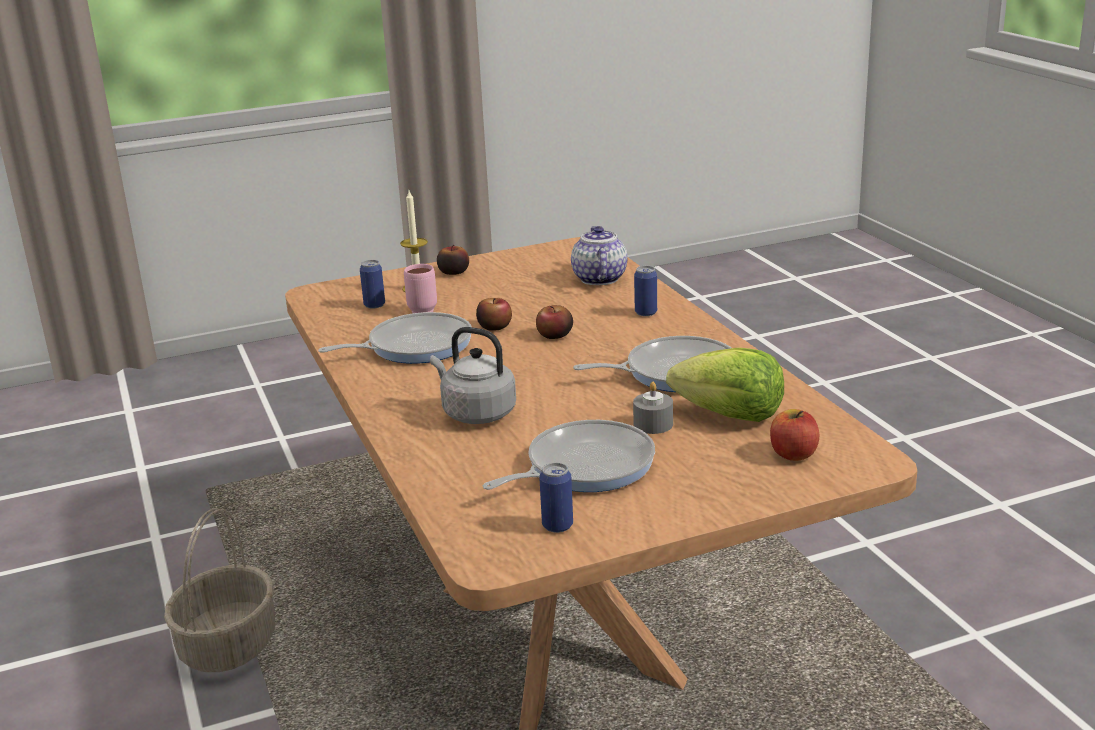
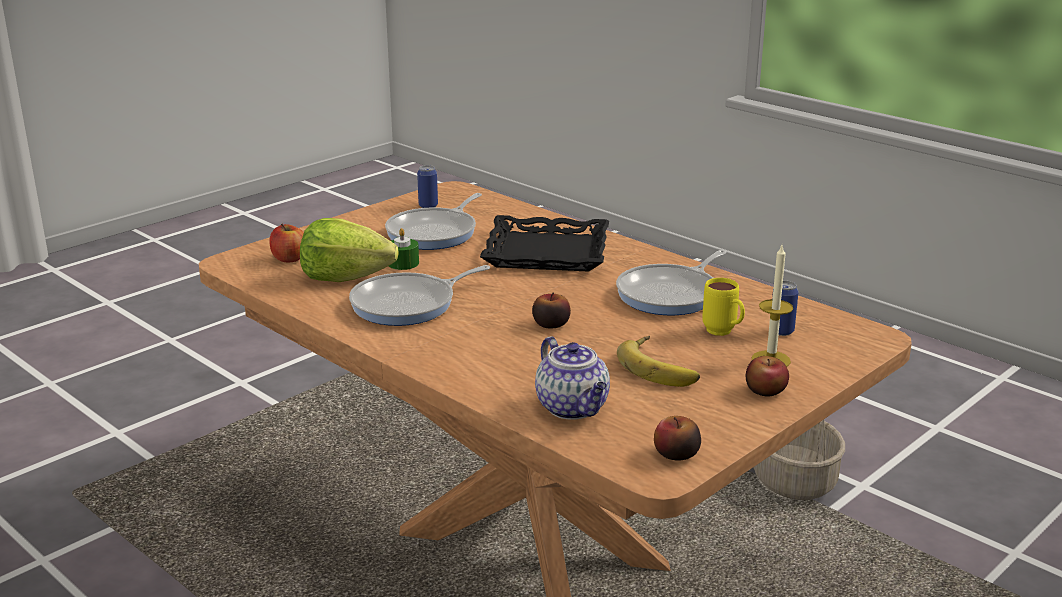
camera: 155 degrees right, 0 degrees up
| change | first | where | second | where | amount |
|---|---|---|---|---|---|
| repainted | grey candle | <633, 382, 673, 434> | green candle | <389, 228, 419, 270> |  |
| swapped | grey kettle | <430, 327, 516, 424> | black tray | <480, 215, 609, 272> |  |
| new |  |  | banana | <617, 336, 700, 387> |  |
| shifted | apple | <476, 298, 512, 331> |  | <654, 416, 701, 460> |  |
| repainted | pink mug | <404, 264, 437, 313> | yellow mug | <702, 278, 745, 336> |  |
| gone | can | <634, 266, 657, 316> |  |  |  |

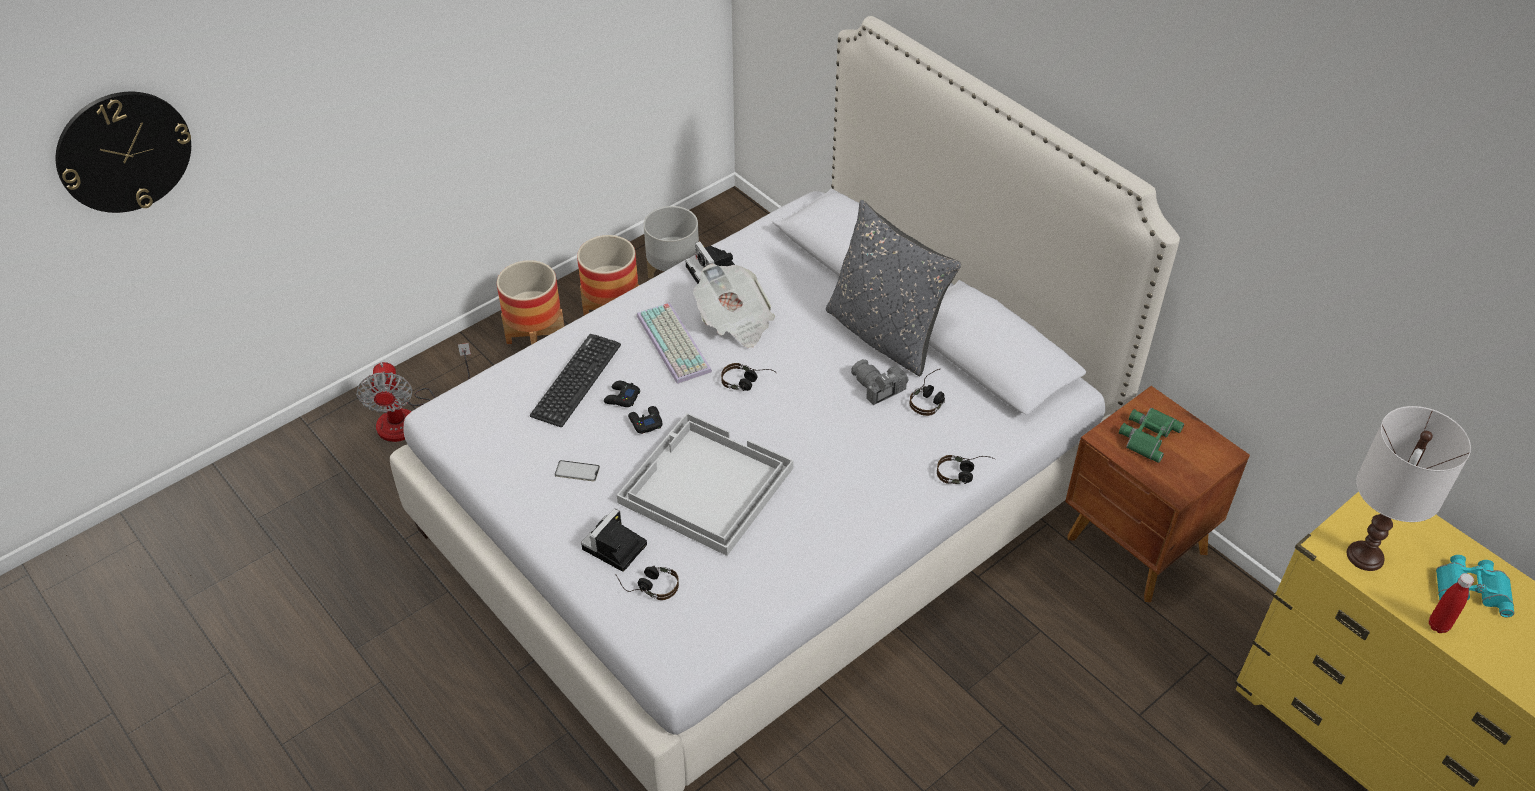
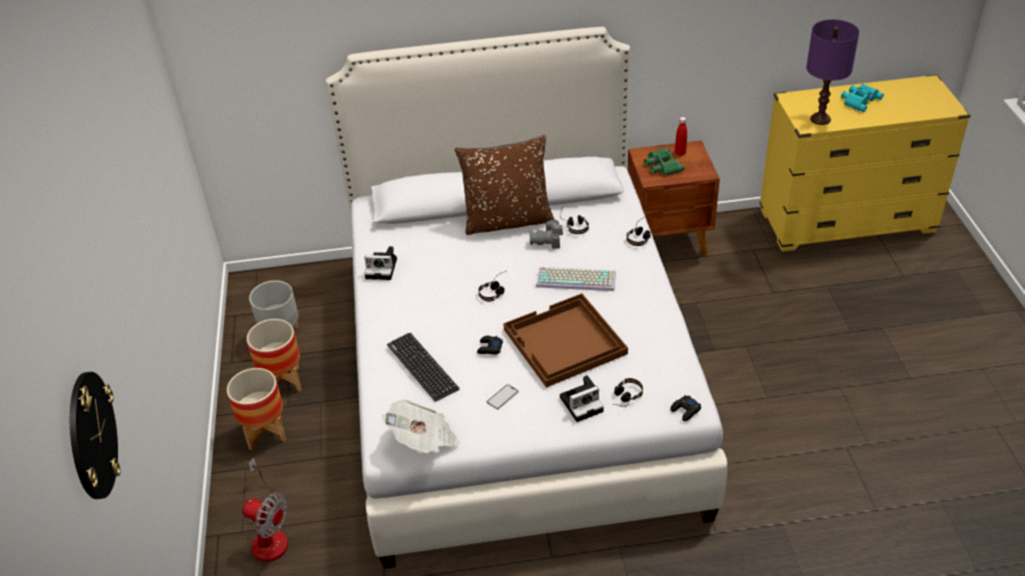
camera: 55 degrees left, 5 degrees down
| change | first | where | second | where | amount |
|---|---|---|---|---|---|
| shifted | newspaper | <693, 264, 775, 348> |  | <382, 400, 459, 454> |  |
| repainted | grey pillow | <826, 199, 961, 376> | brown pillow | <455, 135, 554, 235> |  |
| repainted | white tray | <617, 413, 794, 556> | brown tray | <503, 293, 628, 388> |  |
| shifted | keyboard | <637, 302, 712, 384> |  | <536, 267, 616, 291> |  |
| rotated | photo camera | <581, 508, 647, 572> |  | <560, 375, 604, 422> | 90 degrees counterclockwise |
| shifted | black game controller | <604, 381, 640, 407> |  | <670, 395, 701, 421> |  |
| shifted | red bottle | <1429, 573, 1474, 633> |  | <675, 117, 687, 156> |  |
| repainted | white table lamp | <1347, 406, 1471, 571> | purple table lamp | <806, 19, 859, 125> |  |

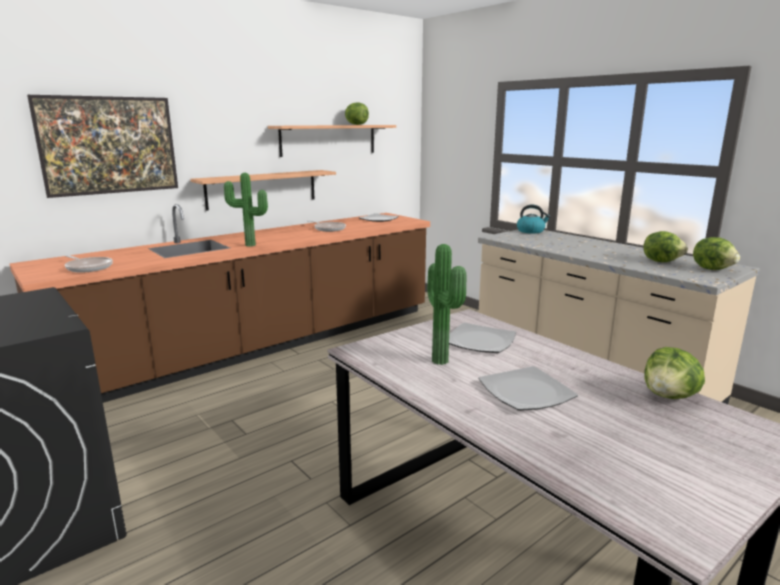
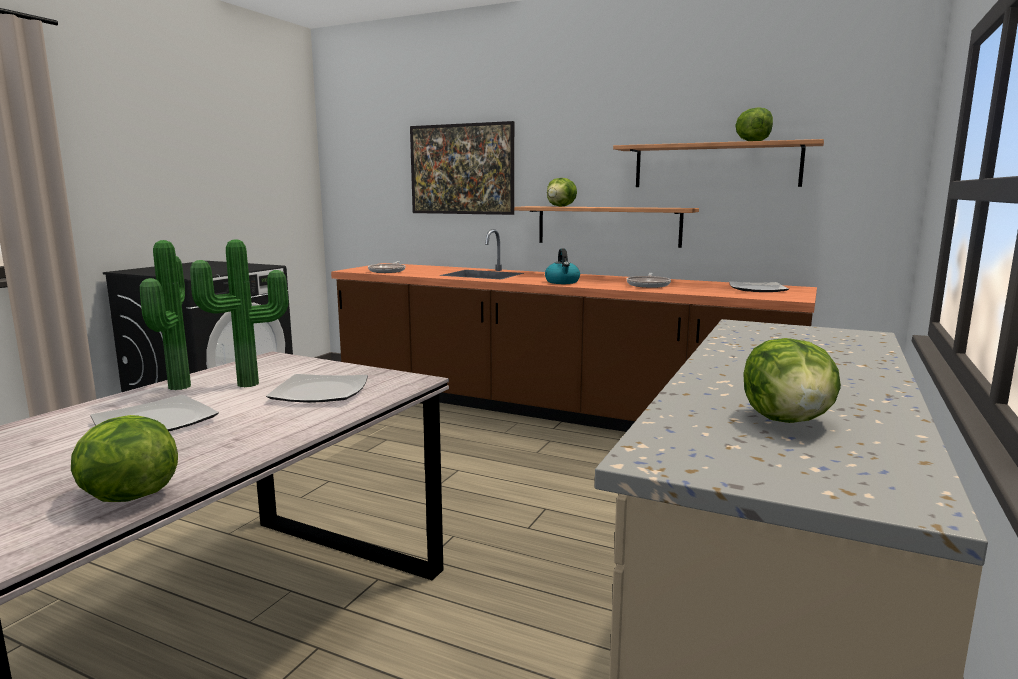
camera: 65 degrees right, 5 degrees down
| change | first | where | second | where | amount |
|---|---|---|---|---|---|
| shifted | potted plant | <224, 173, 268, 247> |  | <140, 240, 191, 390> |  |
| shifted | kettle | <517, 204, 551, 233> |  | <545, 249, 580, 284> |  |
| shifted | lettuce | <693, 237, 740, 270> |  | <547, 178, 577, 207> |  |

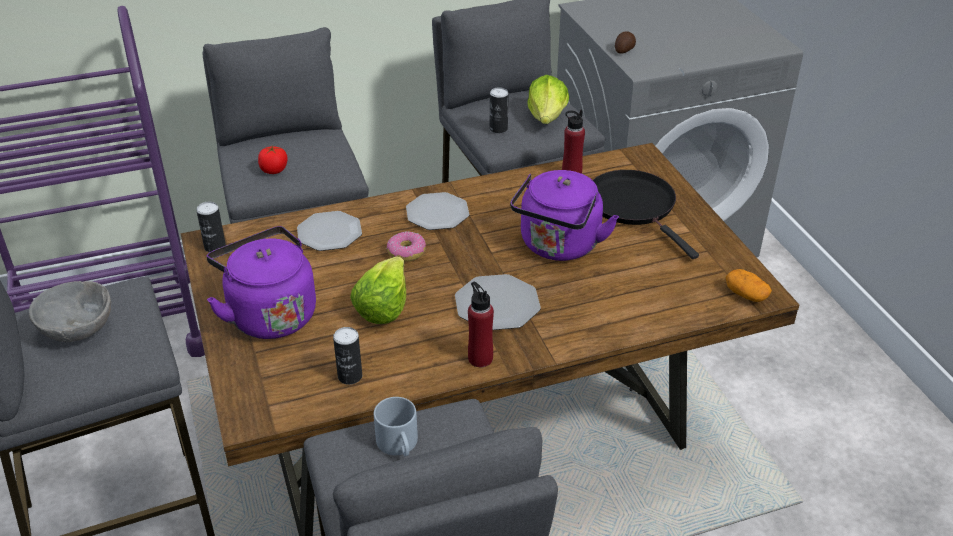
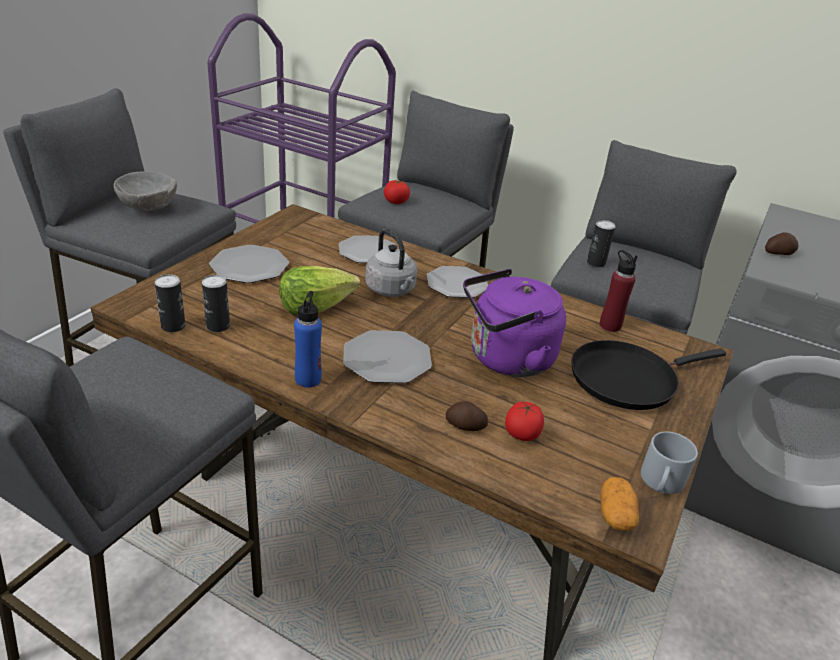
camera: 45 degrees right, 5 degrees down
| change | first | where | second | where | amount |
|---|---|---|---|---|---|
| shifted | can | <196, 202, 226, 252> |  | <155, 274, 186, 332> |  |
| swapped | purple kettle | <207, 226, 316, 339> | plate | <209, 245, 289, 283> |  |
| repainted | red bottle | <468, 282, 494, 367> | blue bottle | <294, 291, 322, 388> |  |
| swapped | donut | <387, 231, 426, 262> | grey kettle | <365, 229, 417, 297> |  |
| new |  |  | potato | <446, 401, 488, 431> |  |
| new |  |  | tomato | <505, 402, 544, 441> |  |
| rotated | black frying pan | <593, 170, 699, 259> |  | <571, 340, 726, 410> | 135 degrees counterclockwise |
| shifted | grey mug | <374, 397, 418, 456> |  | <641, 431, 698, 494> |  |
| gone | lettuce | <527, 75, 569, 124> |  |  |  |

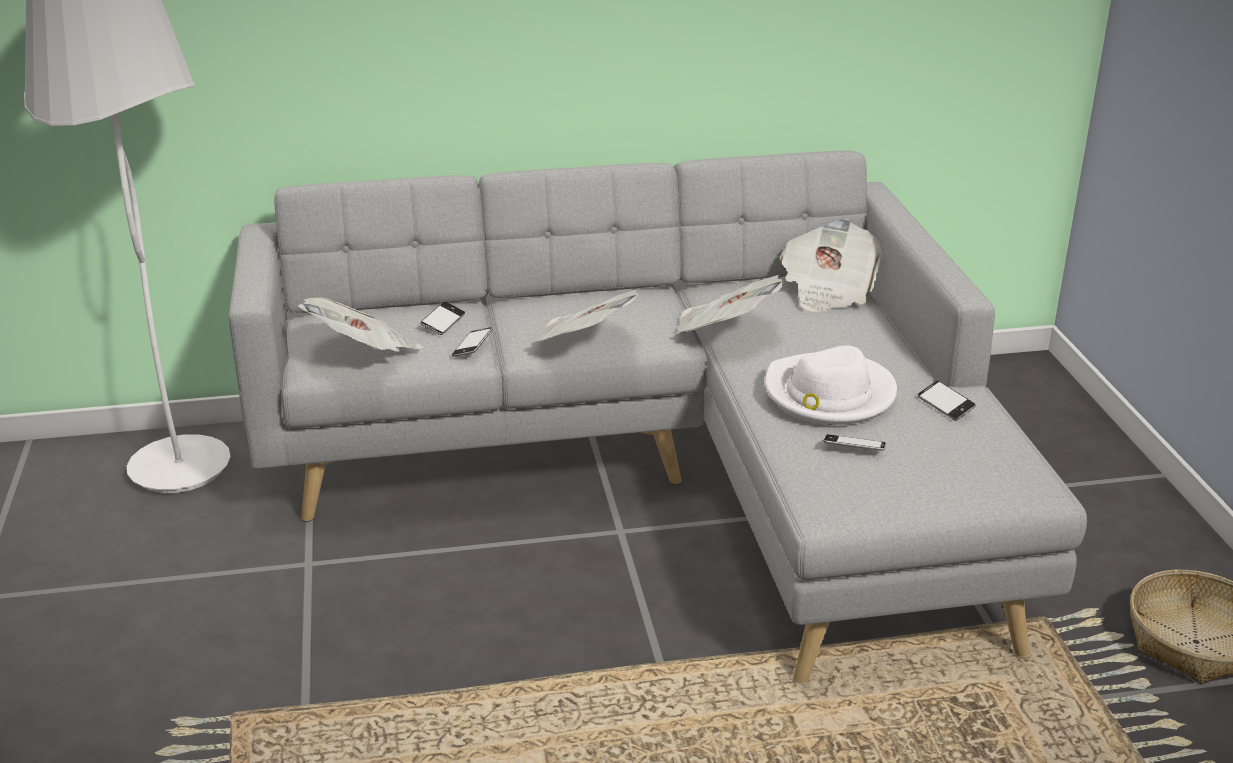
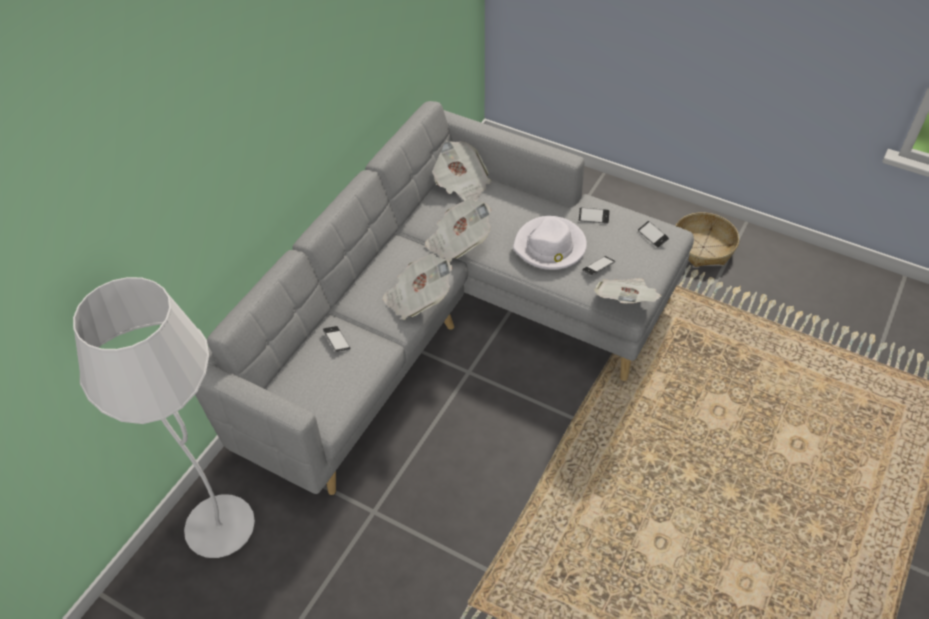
camera: 50 degrees left, 20 degrees up
| change | first | where | second | where | amount |
|---|---|---|---|---|---|
| shifted | newspaper | <297, 297, 423, 352> |  | <594, 278, 662, 303> |  |
| shifted | phone | <452, 327, 493, 357> |  | <638, 221, 669, 248> |  |

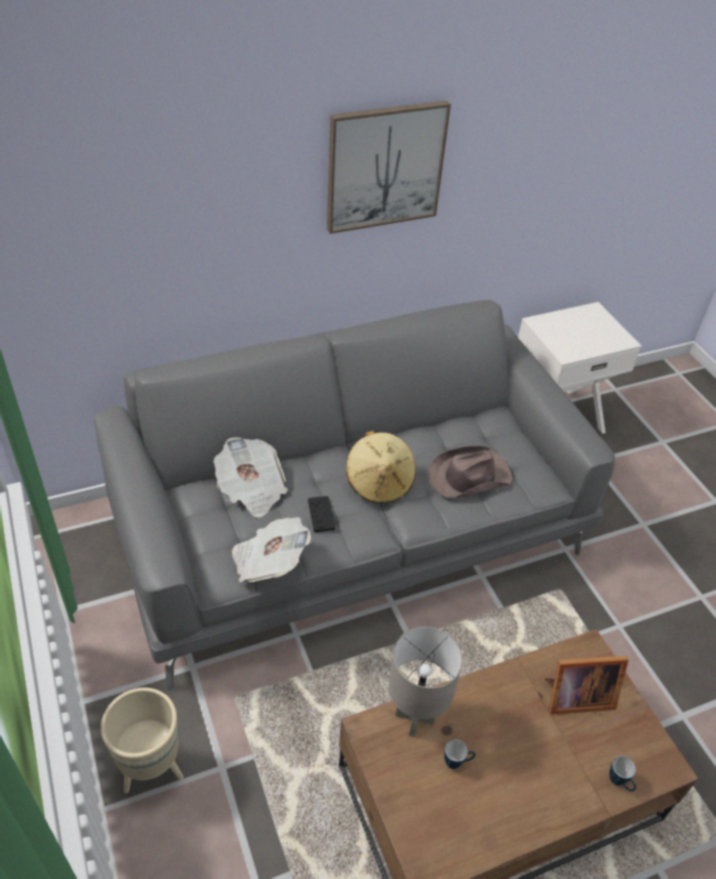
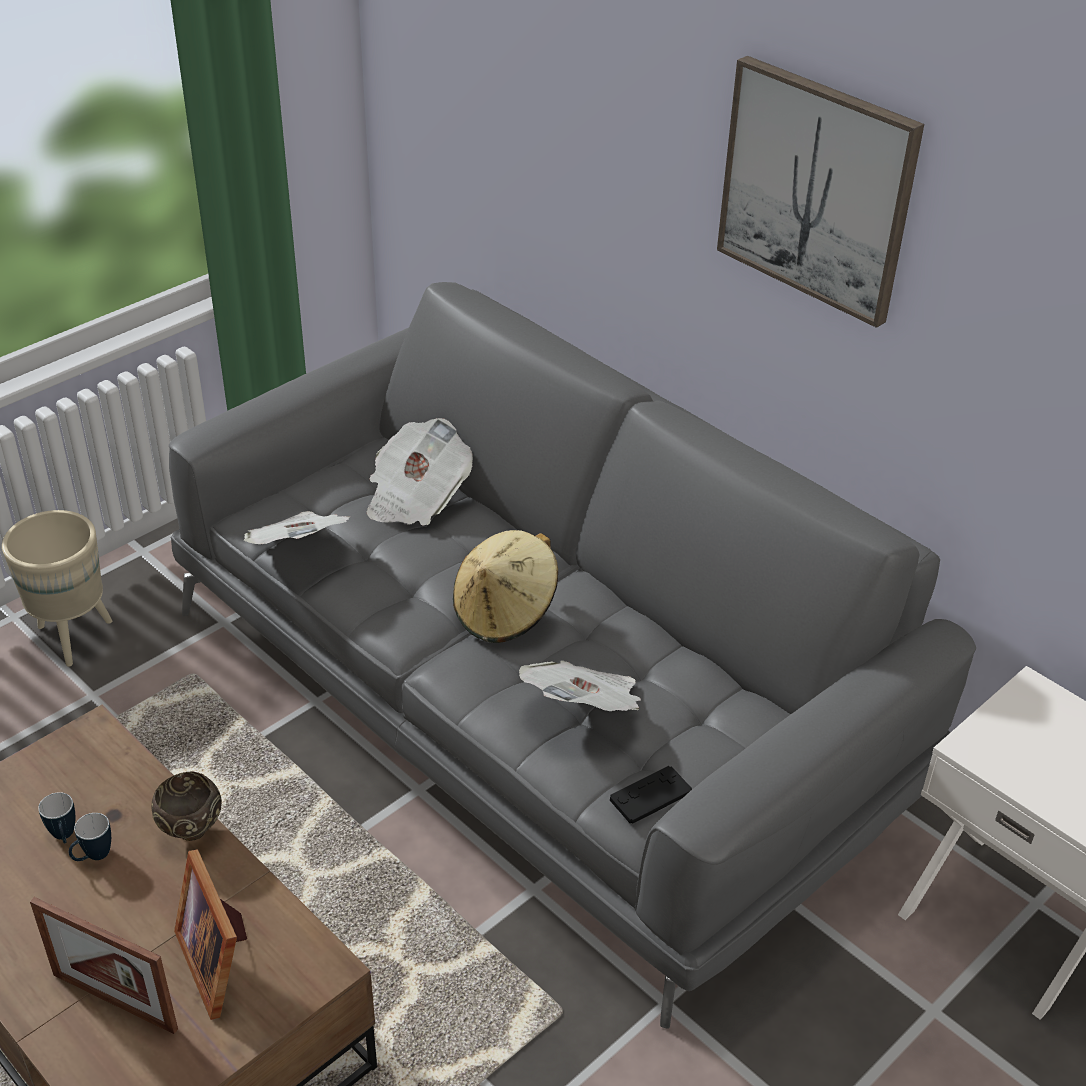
camera: 70 degrees right, 5 degrees down
| change | first | where | second | where | amount |
|---|---|---|---|---|---|
| new |  |  | picture frame | <30, 897, 178, 1034> |  |
| shifted | mug | <609, 756, 636, 791> |  | <69, 813, 111, 861> |  |
| new |  |  | brown bowl | <152, 772, 222, 841> |  |
| swapped | brown hat | <428, 446, 512, 498> | newspaper | <519, 661, 641, 711> |  |
| shifted | black game controller | <308, 496, 335, 532> |  | <610, 766, 692, 824> |  |
| gone | grey table lamp | <388, 627, 463, 737> |  |  |  |

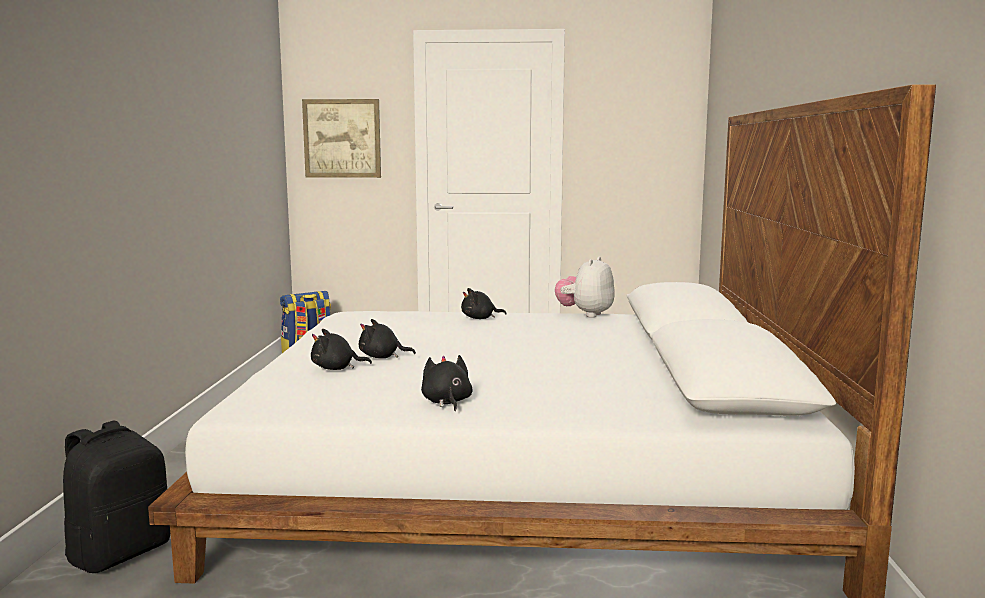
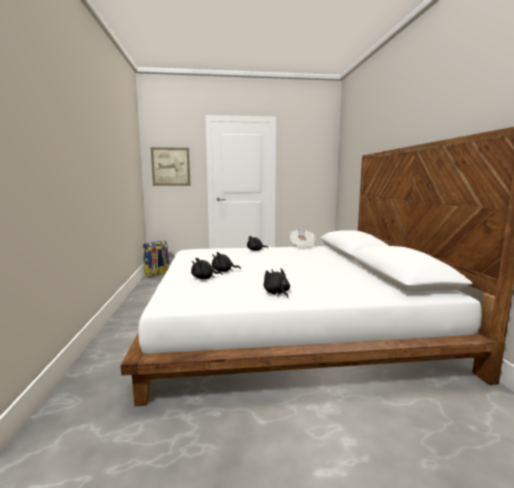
camera: 10 degrees left, 0 degrees up
| change | first | where | second | where | amount |
|---|---|---|---|---|---|
| swapped | plush toy | <555, 256, 615, 318> | newspaper | <289, 229, 316, 250> |  |
| gone | black backpack | <63, 420, 170, 573> |  |  |  |

